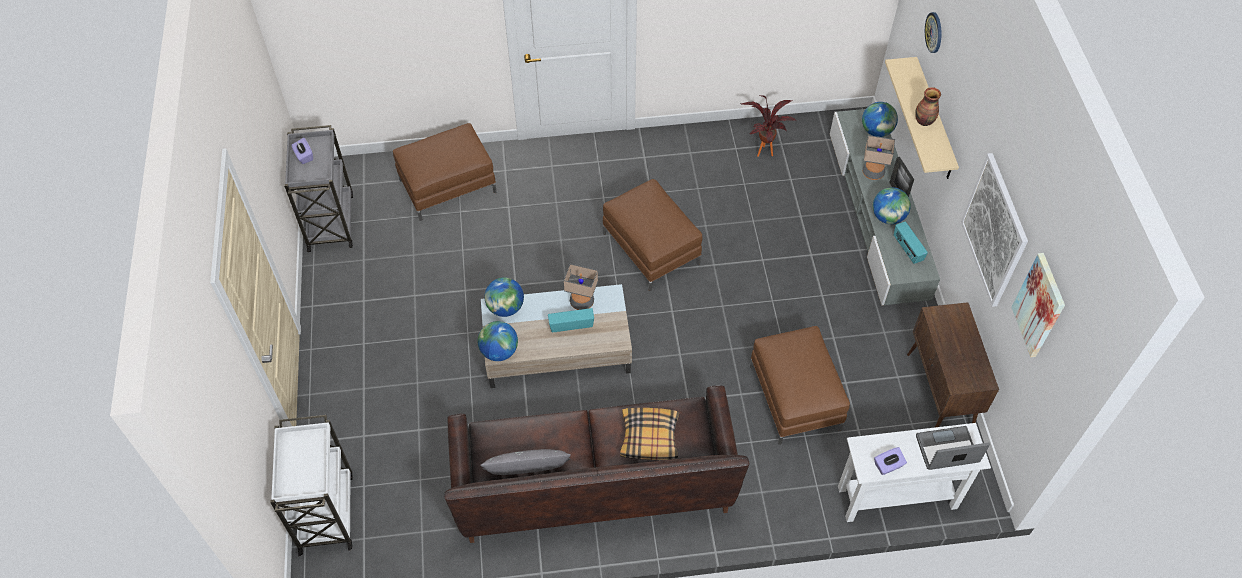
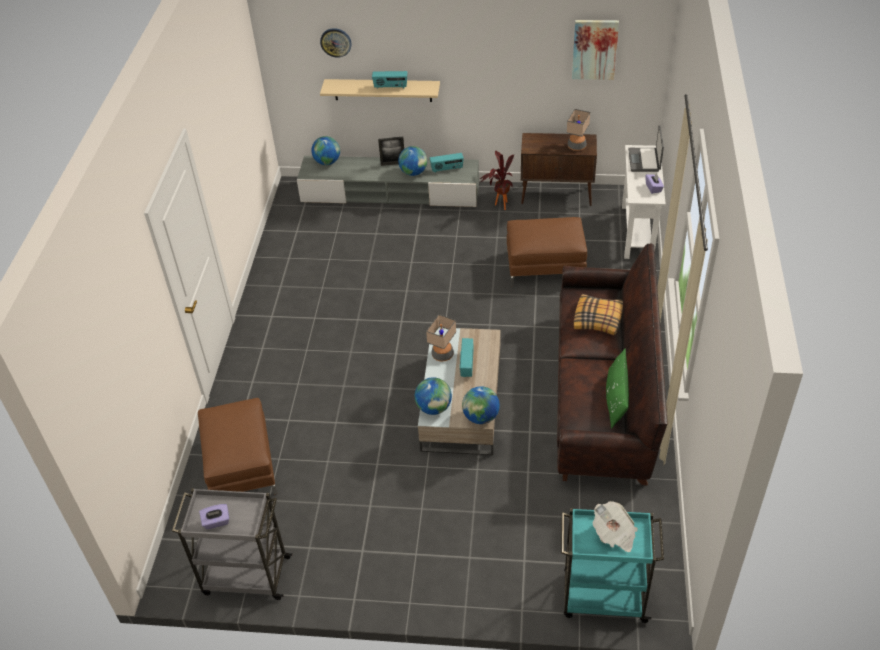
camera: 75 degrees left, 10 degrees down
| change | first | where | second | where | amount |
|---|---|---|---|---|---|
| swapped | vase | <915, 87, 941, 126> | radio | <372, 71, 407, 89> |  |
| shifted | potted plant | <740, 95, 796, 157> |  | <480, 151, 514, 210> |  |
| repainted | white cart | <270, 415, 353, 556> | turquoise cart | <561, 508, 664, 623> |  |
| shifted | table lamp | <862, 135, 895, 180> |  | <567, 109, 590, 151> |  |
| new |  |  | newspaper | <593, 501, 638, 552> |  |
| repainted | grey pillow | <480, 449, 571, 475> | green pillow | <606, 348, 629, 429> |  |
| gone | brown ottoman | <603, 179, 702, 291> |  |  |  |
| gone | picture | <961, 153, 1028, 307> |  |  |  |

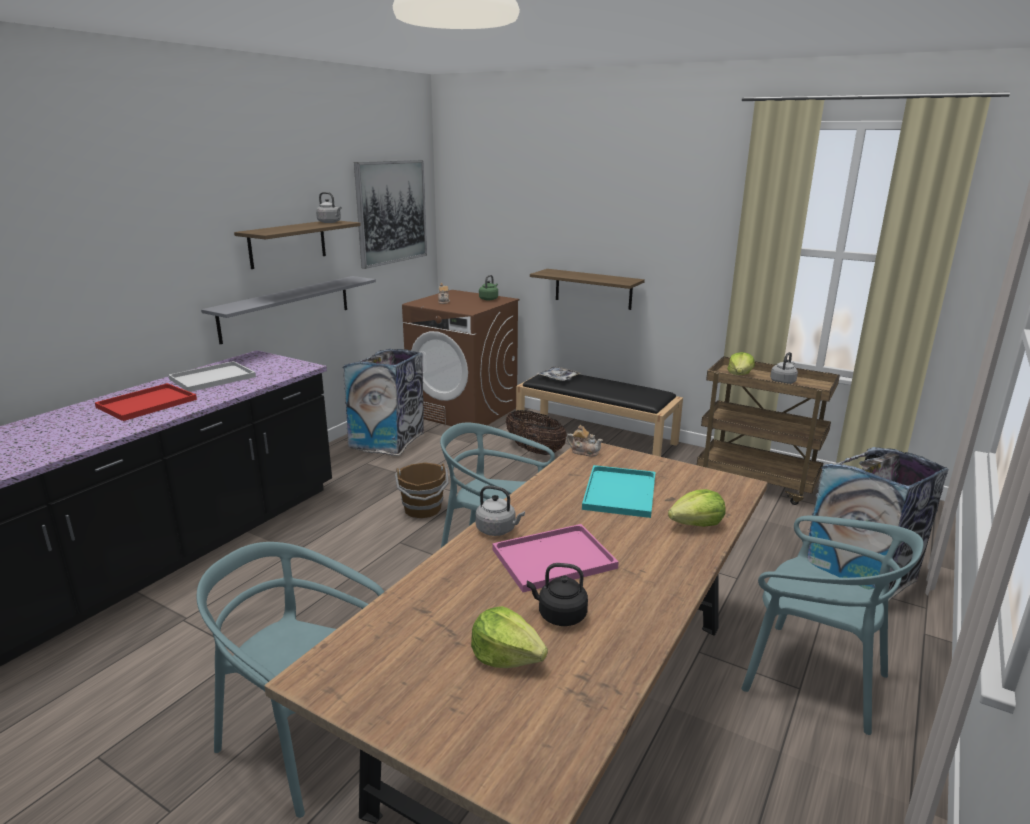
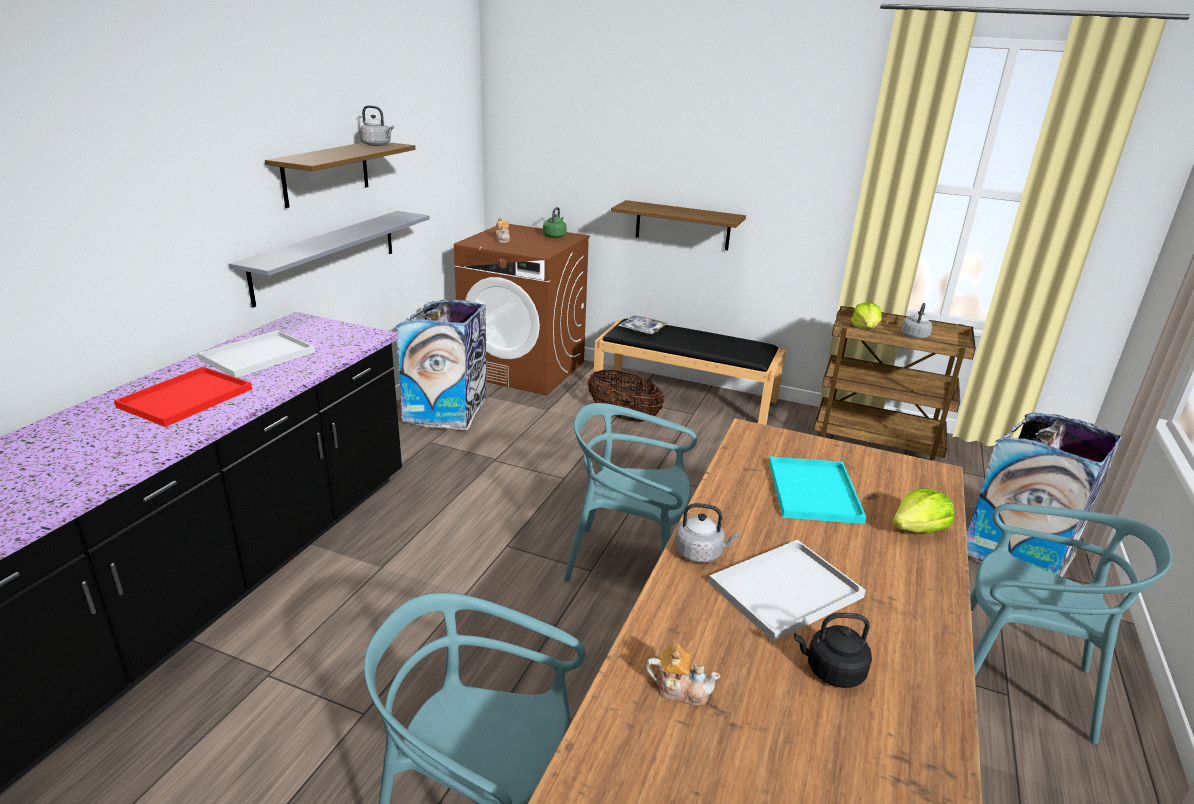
camera: 10 degrees left, 5 degrees up
| change | first | where | second | where | amount |
|---|---|---|---|---|---|
| shifted | teapot | <566, 425, 603, 457> |  | <646, 643, 721, 706> |  |
| repainted | pink tray | <493, 524, 619, 592> | white tray | <709, 540, 866, 642> |  |
| gone | picture | <354, 160, 427, 269> |  |  |  |
| gone | brown bucket | <395, 462, 449, 518> |  |  |  |
| gone | lettuce | <471, 606, 548, 668> |  |  |  |

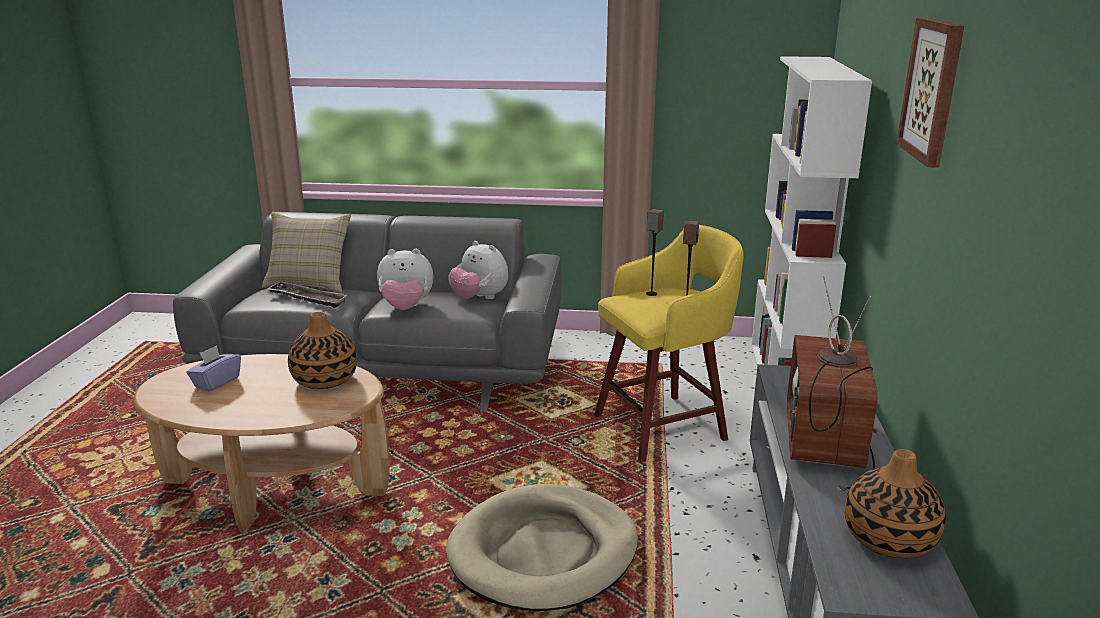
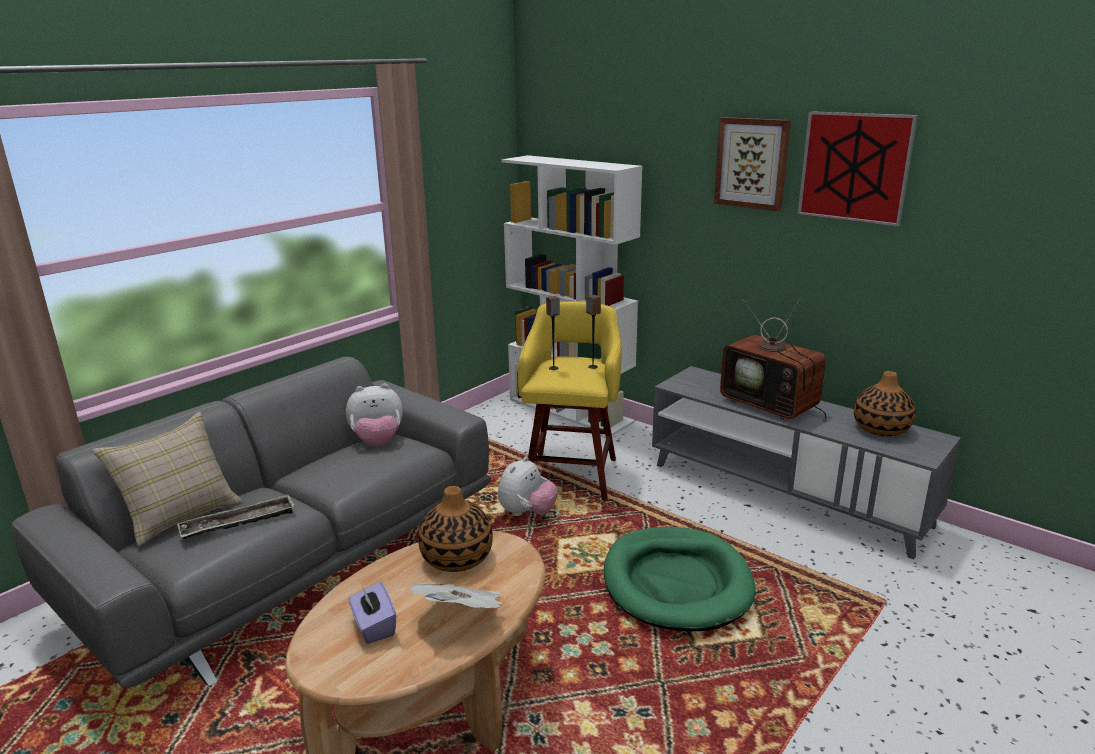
camera: 55 degrees left, 0 degrees up
| change | first | where | second | where | amount |
|---|---|---|---|---|---|
| new |  |  | newspaper | <410, 584, 502, 609> |  |
| shifted | plush toy | <377, 249, 433, 310> |  | <498, 456, 558, 516> |  |
| repainted | beige dog bed | <446, 484, 638, 611> | green dog bed | <604, 527, 755, 631> |  |
| new |  |  | picture | <798, 111, 918, 226> |  |

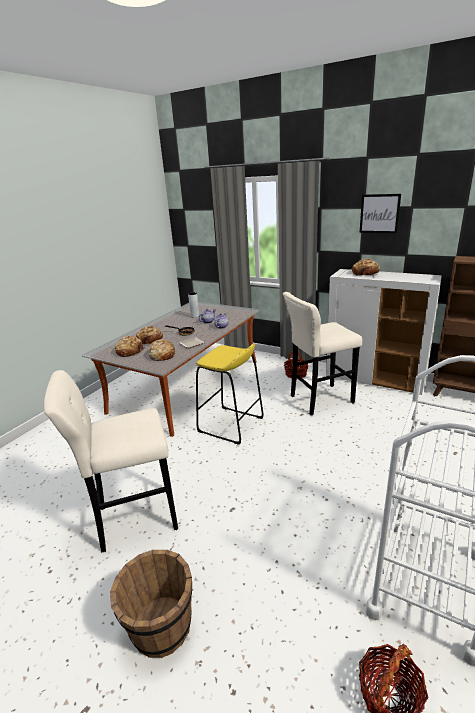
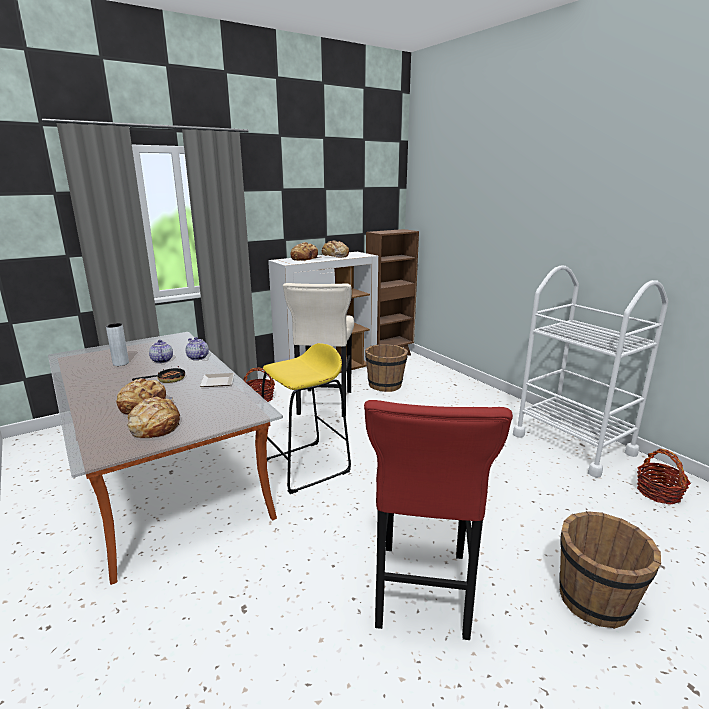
camera: 65 degrees left, 5 degrees down
| change | first | where | second | where | amount |
|---|---|---|---|---|---|
| shifted | bread | <148, 339, 175, 361> |  | <321, 240, 349, 258> |  |
| repainted | beige stool | <44, 370, 178, 553> | red stool | <364, 400, 513, 640> |  |
| new |  |  | brown bucket | <365, 344, 408, 392> |  |
| gone | picture | <359, 194, 401, 234> |  |  |  |

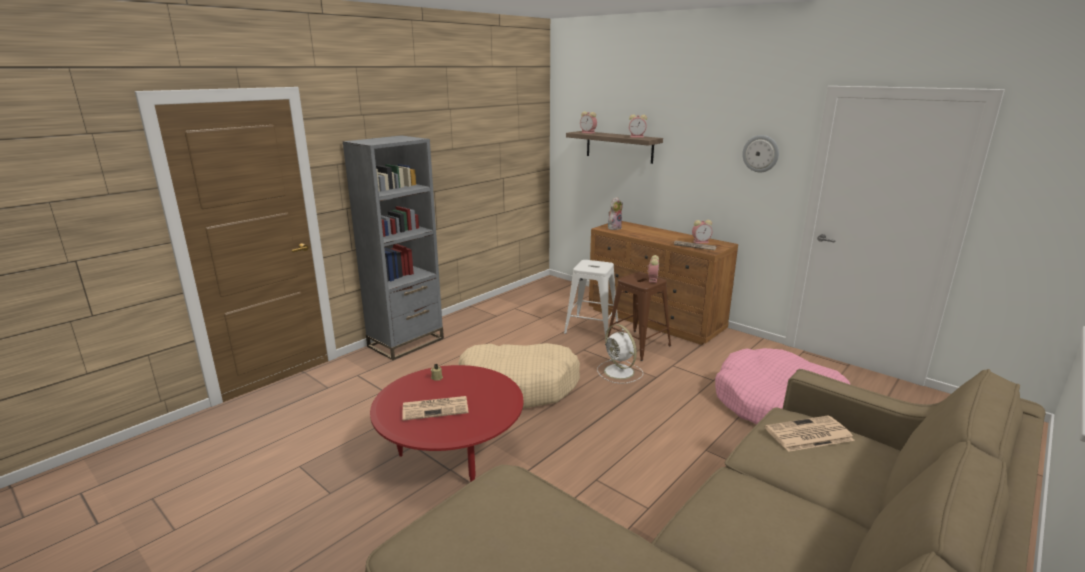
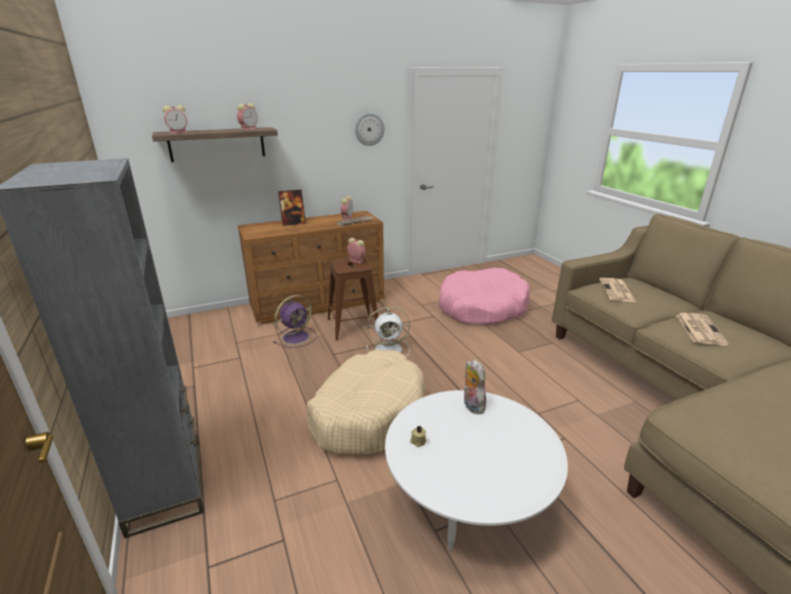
camera: 65 degrees left, 5 degrees up
| change | first | where | second | where | amount |
|---|---|---|---|---|---|
| swapped | white stool | <564, 260, 618, 336> | purple fan | <274, 295, 317, 348> |  |
| new |  |  | picture frame | <278, 190, 306, 226> |  |
| repainted | red coffee table | <370, 365, 523, 482> | white coffee table | <385, 390, 568, 550> |  |
| shifted | plush toy | <608, 197, 623, 230> |  | <463, 359, 486, 414> |  |
| shifted | newspaper | <402, 396, 469, 420> |  | <676, 313, 729, 345> |  |

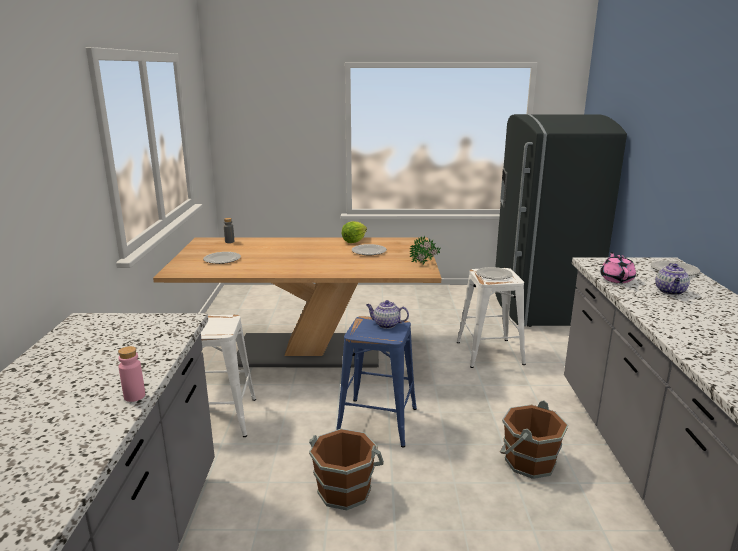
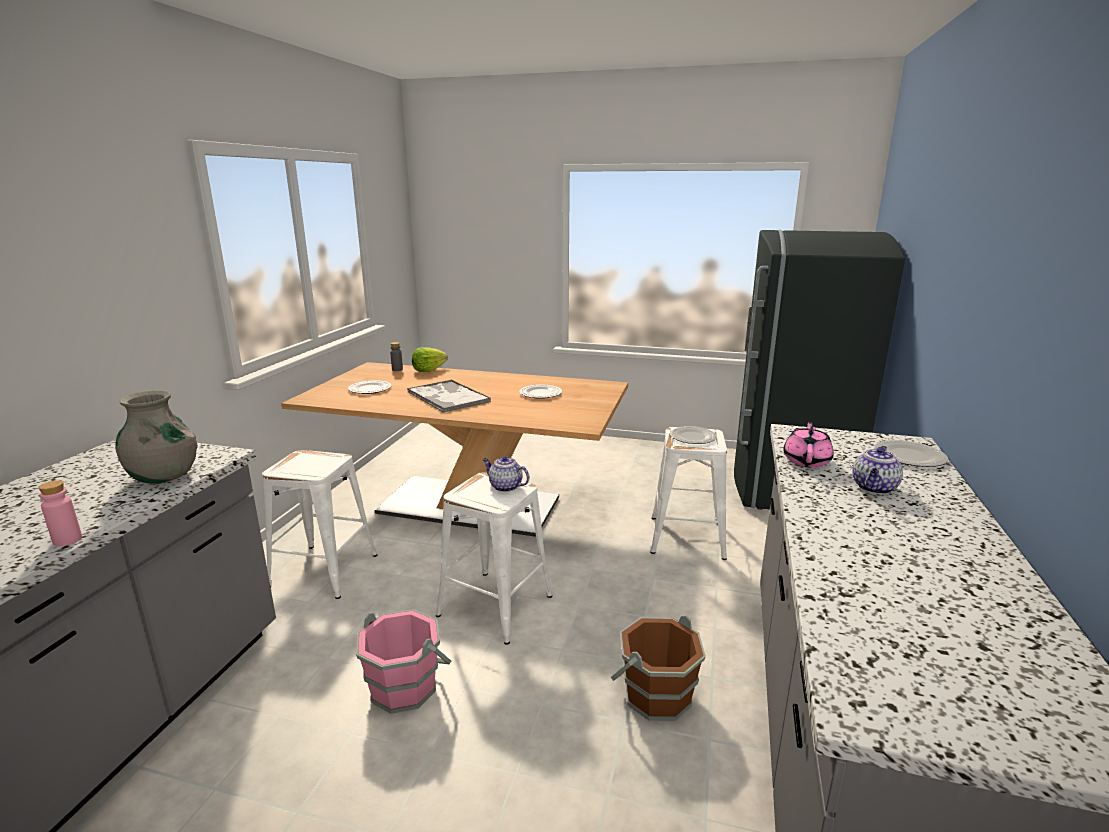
camera: 15 degrees right, 0 degrees up
| change | first | where | second | where | amount |
|---|---|---|---|---|---|
| new |  |  | grey vase | <115, 391, 198, 484> |  |
| repainted | brown bucket | <309, 429, 384, 510> | pink bucket | <356, 609, 451, 714> |  |
| new |  |  | tray | <407, 380, 491, 413> |  |
| shifted | lettuce | <342, 221, 367, 243> |  | <412, 347, 448, 372> |  |
| repainted | blue stool | <336, 316, 417, 448> | white stool | <436, 472, 552, 645> |  |
| gone | potted plant | <409, 236, 441, 265> |  |  |  |

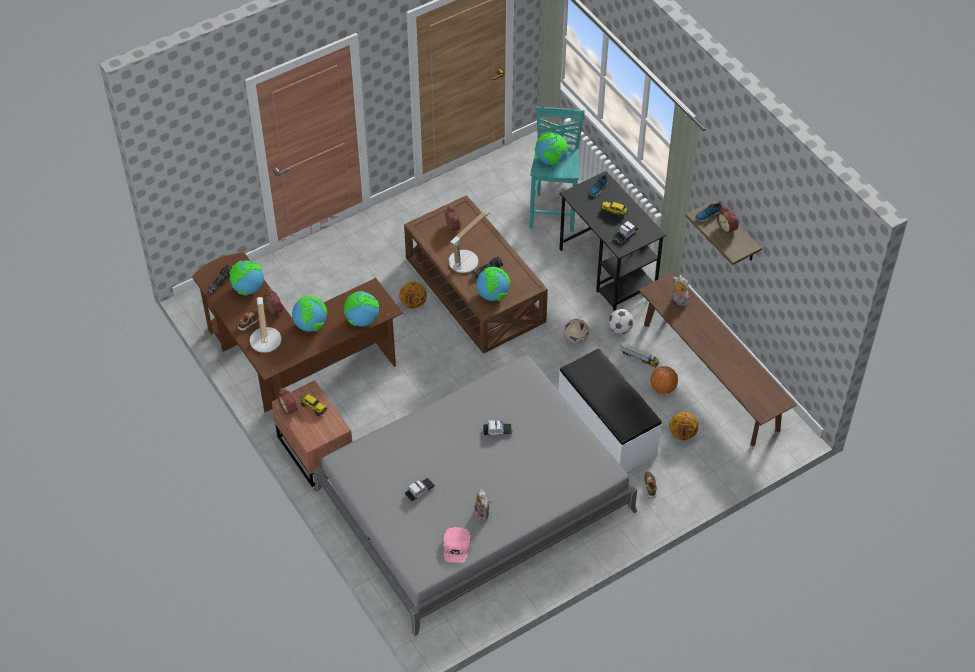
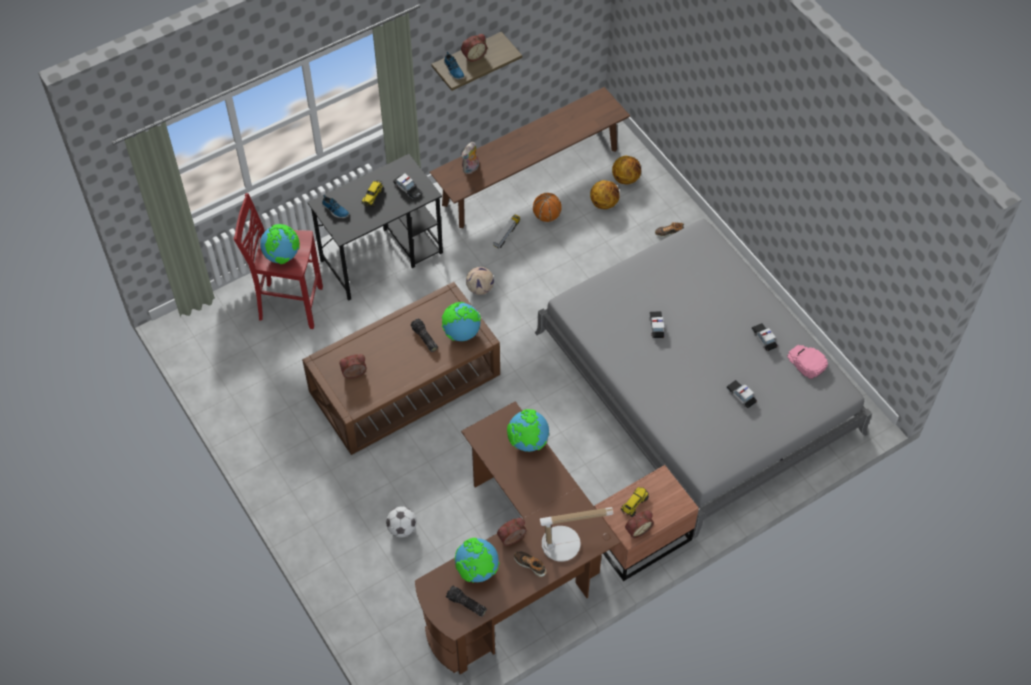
camera: 90 degrees left, 5 degrees up
| change | first | where | second | where | amount |
|---|---|---|---|---|---|
| repainted | turquoise stool | <529, 106, 585, 232> | red stool | <234, 193, 323, 329> |  |
| shifted | football | <608, 309, 634, 334> |  | <386, 507, 417, 537> |  |
| shifted | basketball | <399, 282, 427, 309> |  | <612, 156, 641, 184> |  |
| swapped | plush toy | <474, 489, 491, 521> | toy car | <751, 323, 778, 351> |  |
| rotated | pink cap | <443, 527, 471, 563> |  | <787, 345, 828, 379> | 135 degrees counterclockwise |
| gone | globe | <292, 296, 327, 331> |  |  |  |
| gone | table lamp | <449, 209, 490, 273> |  |  |  |
| gone | white bench | <558, 348, 662, 473> |  |  |  |

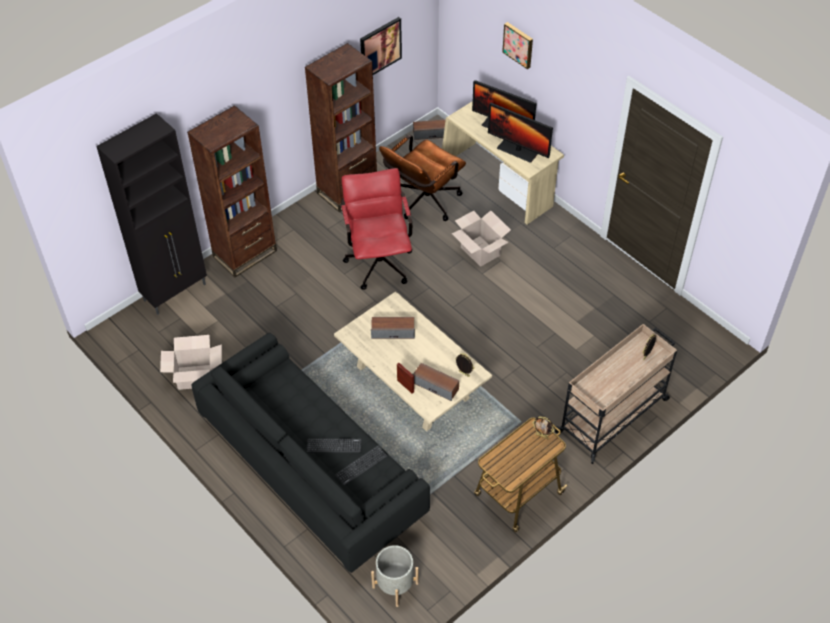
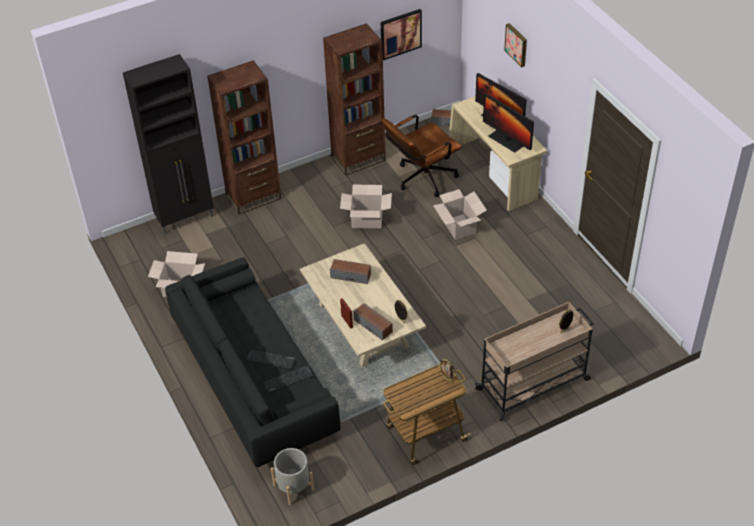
camera: 15 degrees right, 5 degrees down
| change | first | where | second | where | amount |
|---|---|---|---|---|---|
| swapped | red office chair | <341, 168, 413, 290> | cardboard box | <340, 185, 392, 228> |  |

